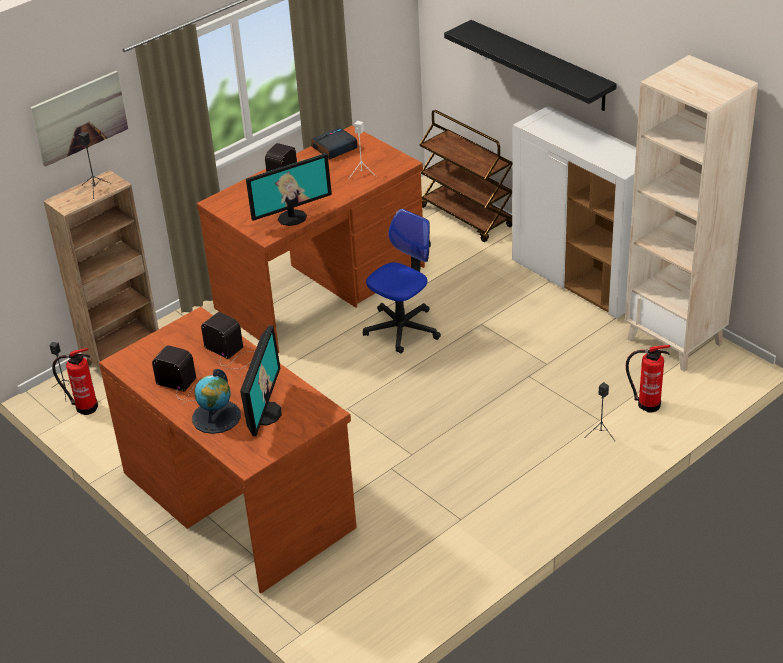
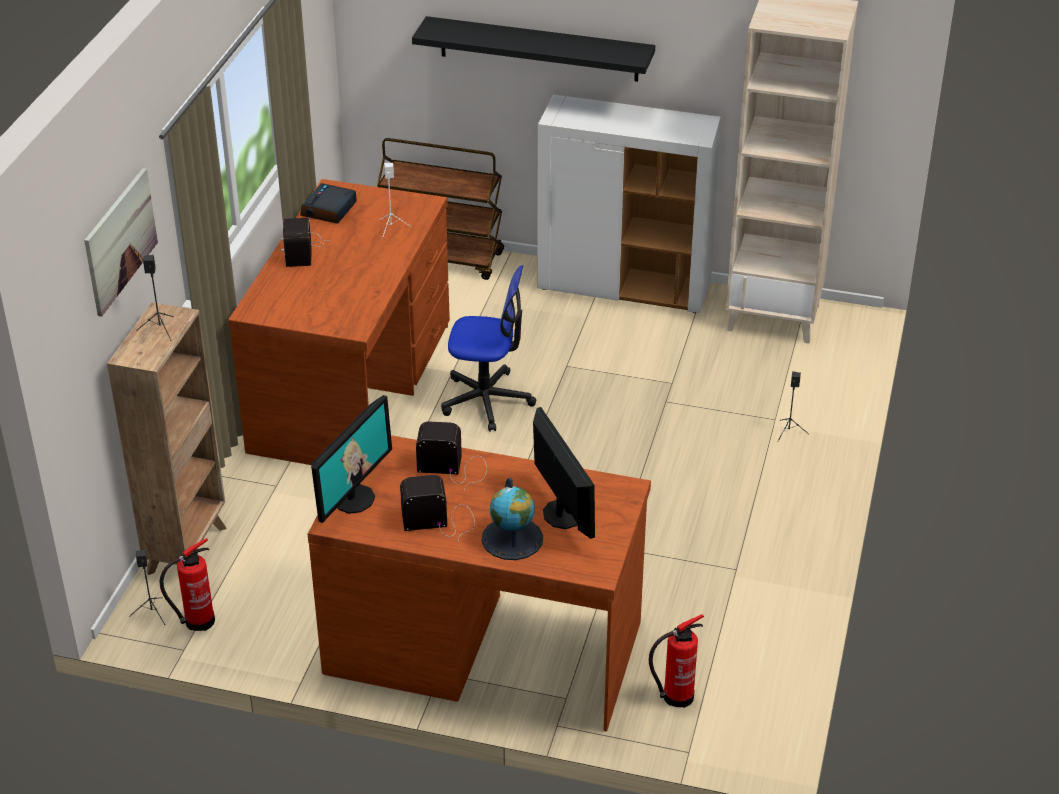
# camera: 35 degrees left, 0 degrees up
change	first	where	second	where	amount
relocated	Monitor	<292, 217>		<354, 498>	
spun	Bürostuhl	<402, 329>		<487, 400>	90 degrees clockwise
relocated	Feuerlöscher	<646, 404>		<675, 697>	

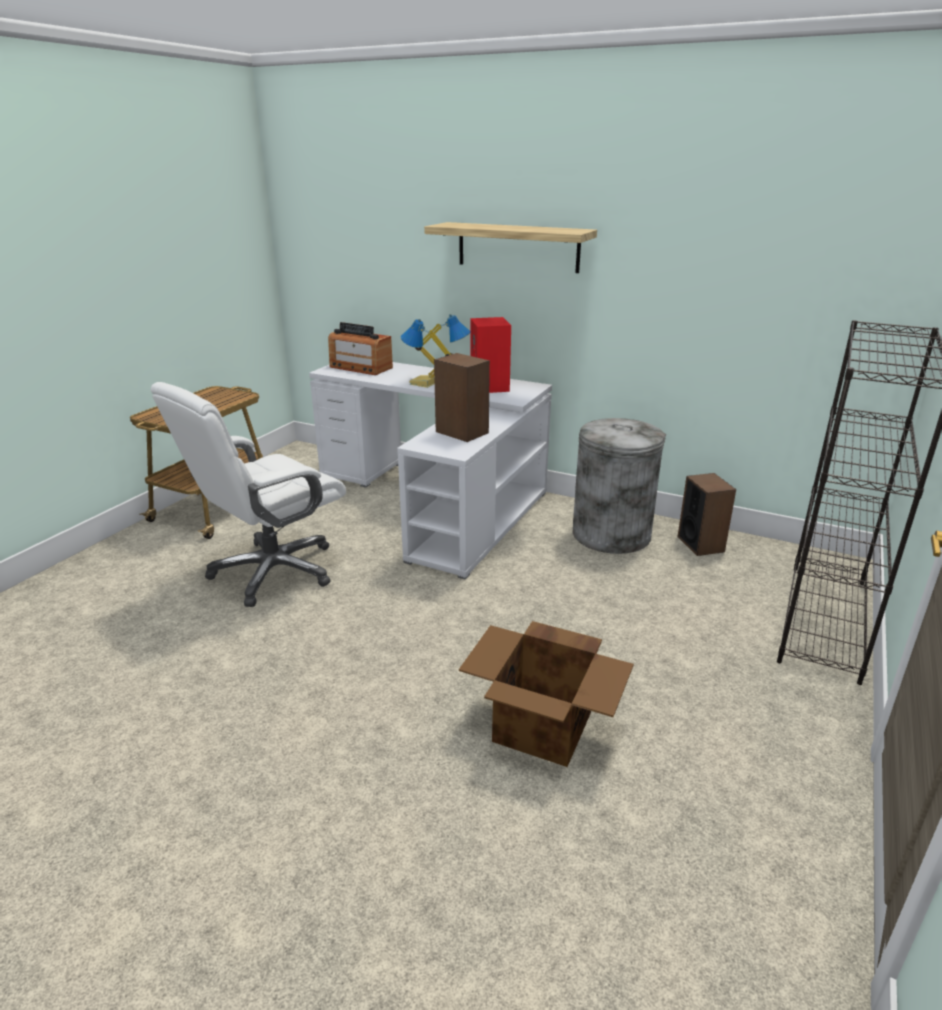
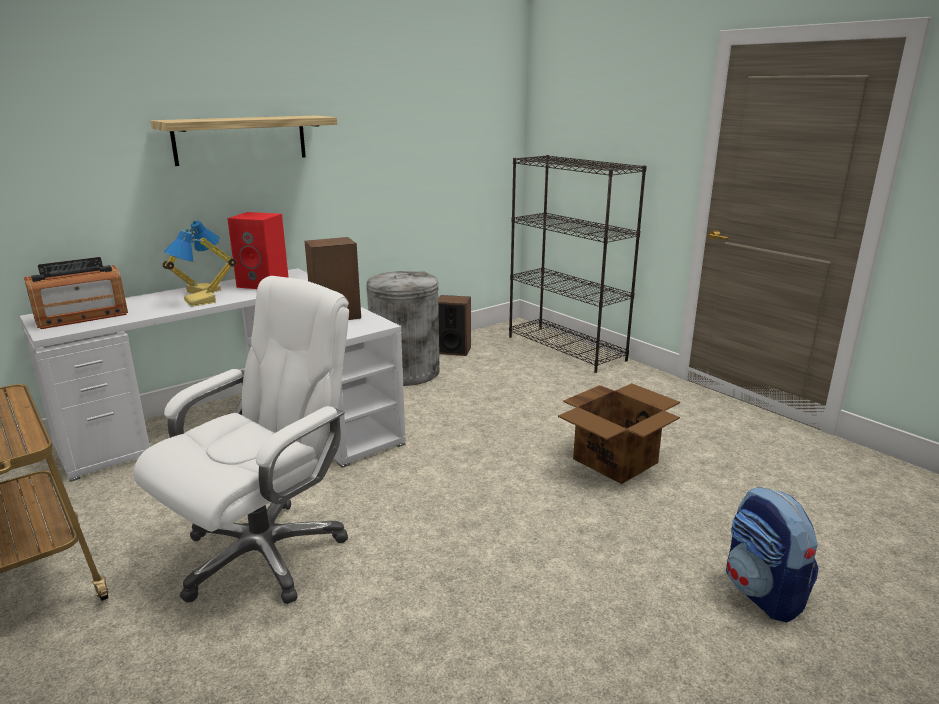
# camera: 65 degrees left, 5 degrees down
change	first	where	second	where	amount
spun	Bürostuhl (weiß)	<273, 572>		<264, 553>	120 degrees counterclockwise
appeared			Rucksack	<763, 593>	

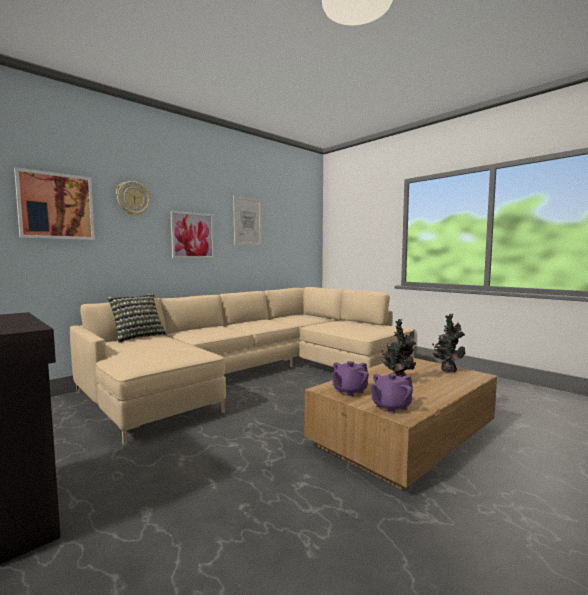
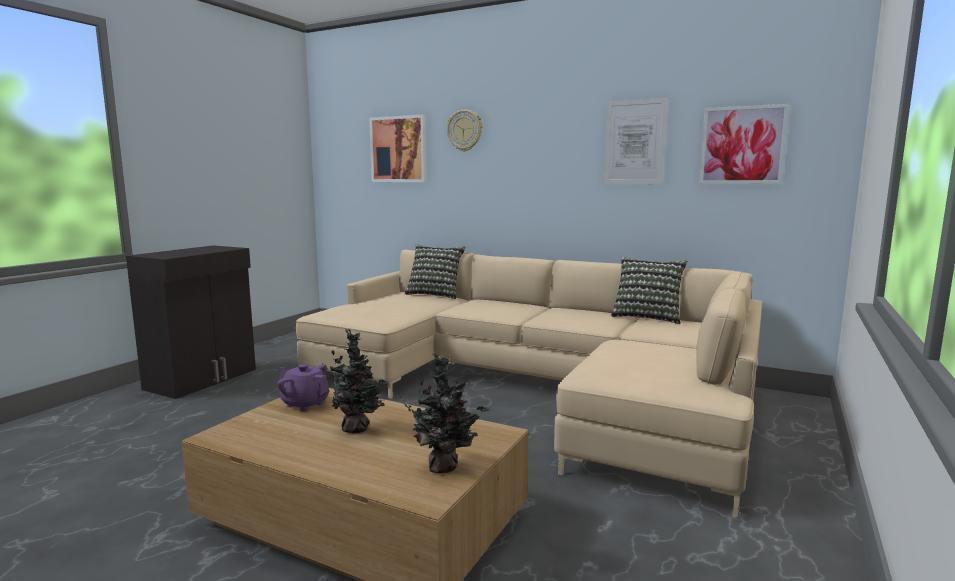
# camera: 70 degrees right, 5 degrees up
change	first	where	second	where	amount
appeared			Kissen	<647, 317>	
relocated	Bild	<192, 235>		<742, 145>	
missing	Teekanne (lila)	<390, 407>			

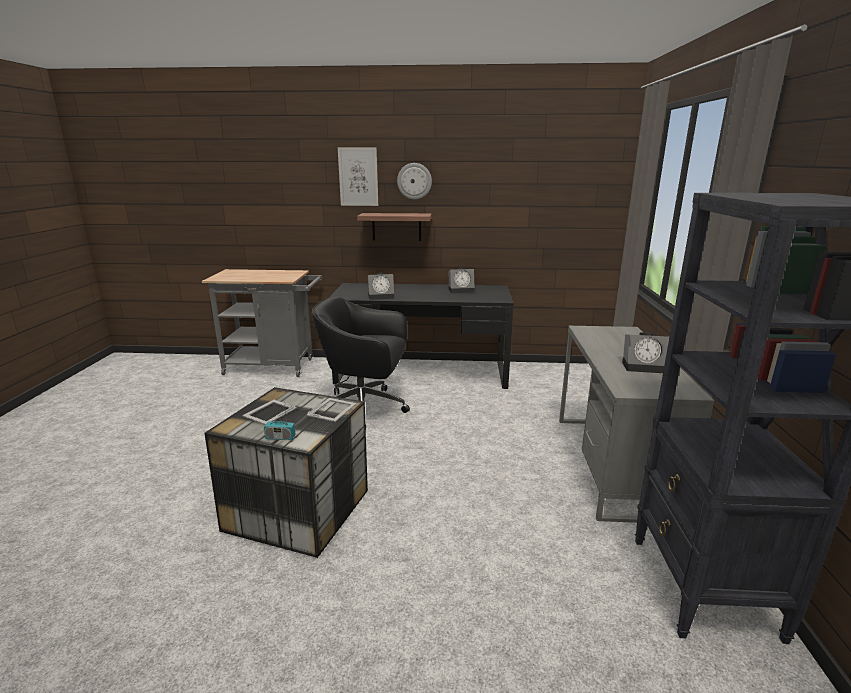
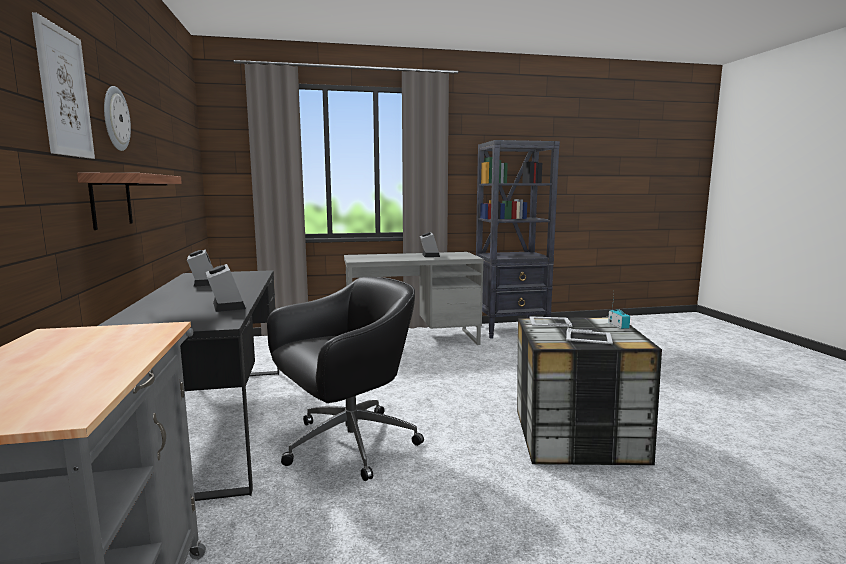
# camera: 105 degrees left, 10 degrees down
change	first	where	second	where	amount
spun	Bürostuhl (schwarz)	<365, 408>		<347, 444>	120 degrees counterclockwise

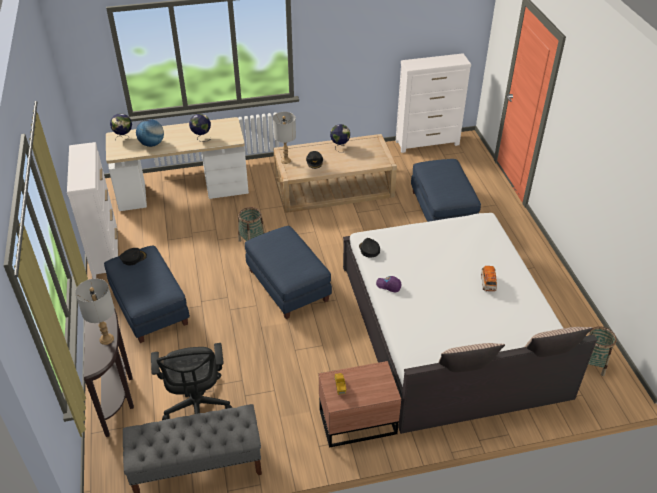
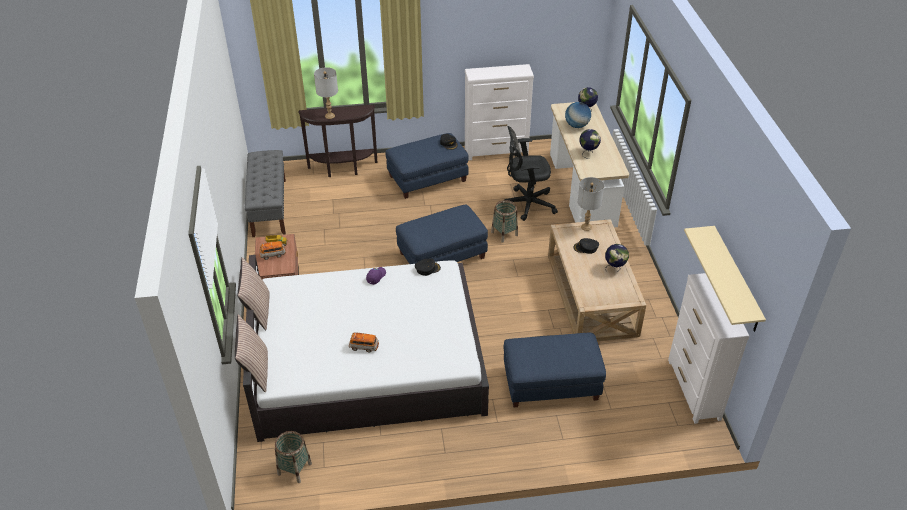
# camera: 95 degrees right, 0 degrees up
change	first	where	second	where	amount
appeared			Spielzeugauto	<273, 254>	
relocated	Bürostuhl (schwarz)	<197, 407>		<526, 204>	
appeared			Wandregal (beige)	<736, 280>	

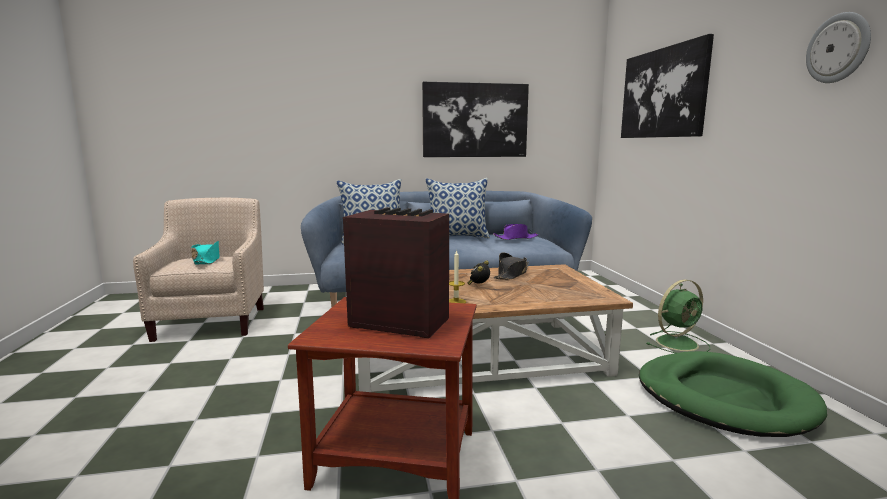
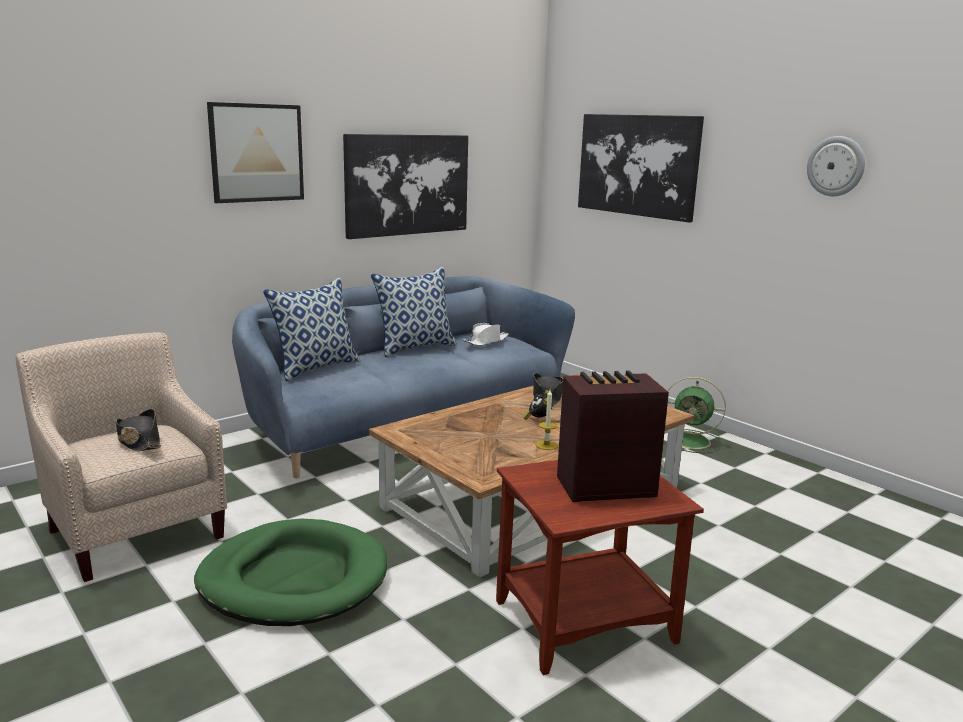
# camera: 30 degrees left, 5 degrees up
change	first	where	second	where	amount
colour	Hut (türkis)	<207, 260>	Hut (schwarz)	<139, 441>	
relocated	Hundebett (grün)	<723, 398>		<294, 579>	
appeared			Bild	<257, 153>	
colour	Hut (lila)	<515, 238>	Hut (weiß)	<486, 341>	
spun	Ventilator (grün)	<678, 343>		<692, 441>	75 degrees clockwise

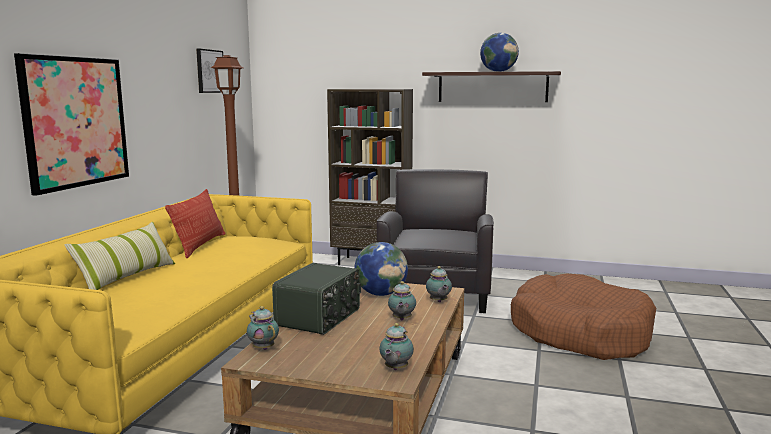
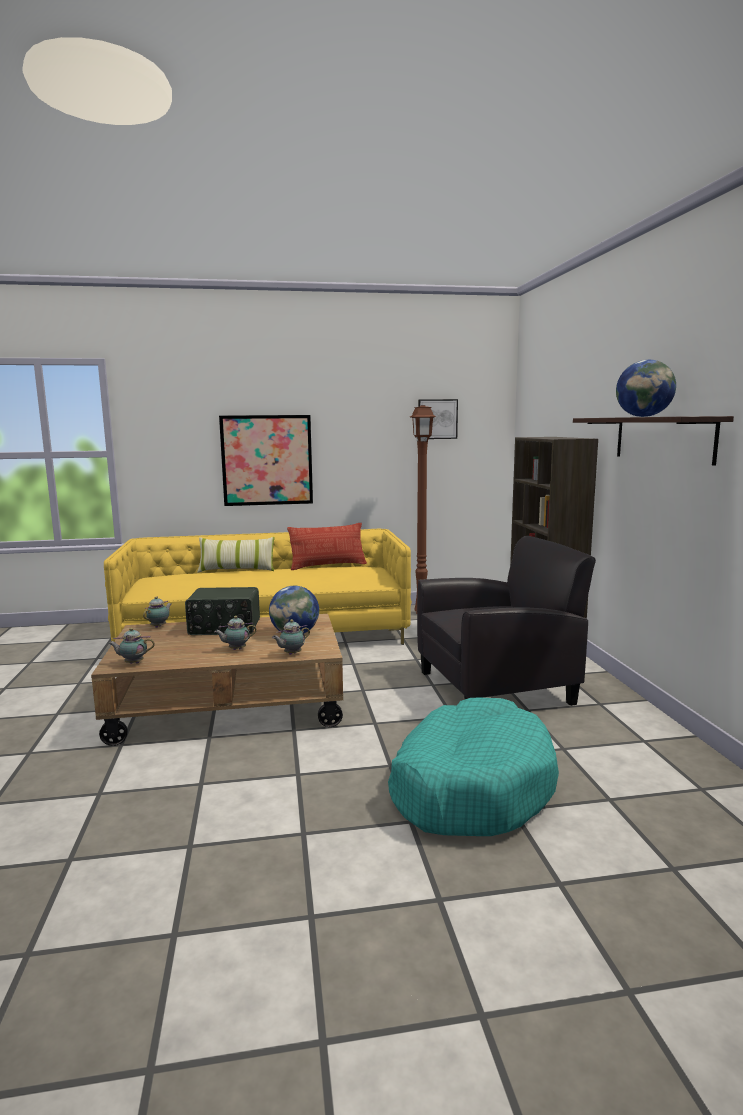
# camera: 65 degrees right, 0 degrees up
change	first	where	second	where	amount
colour	Hundebett (braun)	<579, 333>	Hundebett (türkis)	<471, 786>	

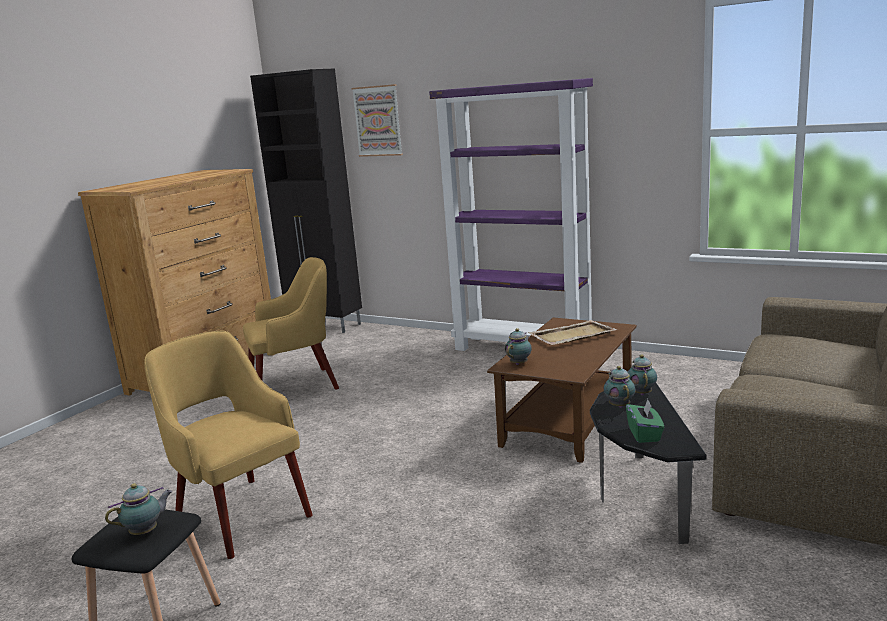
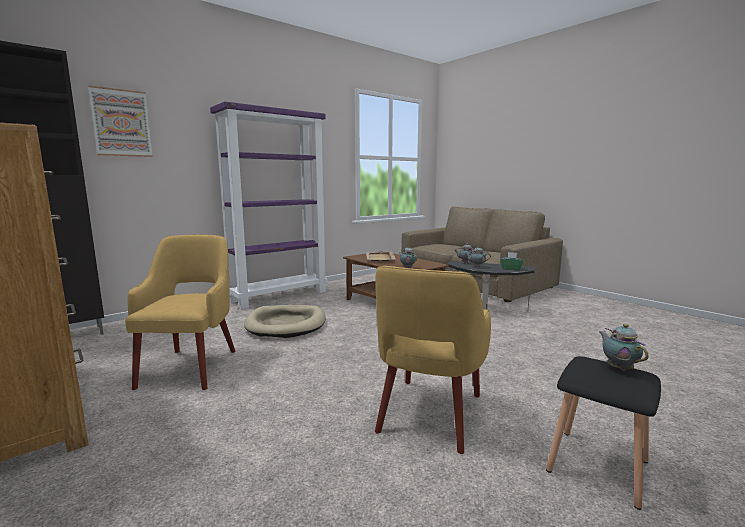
# camera: 70 degrees left, 5 degrees down
change	first	where	second	where	amount
appeared			Hundebett (beige)	<286, 324>	
spun	Sessel (gelb)	<240, 513>		<429, 414>	45 degrees counterclockwise

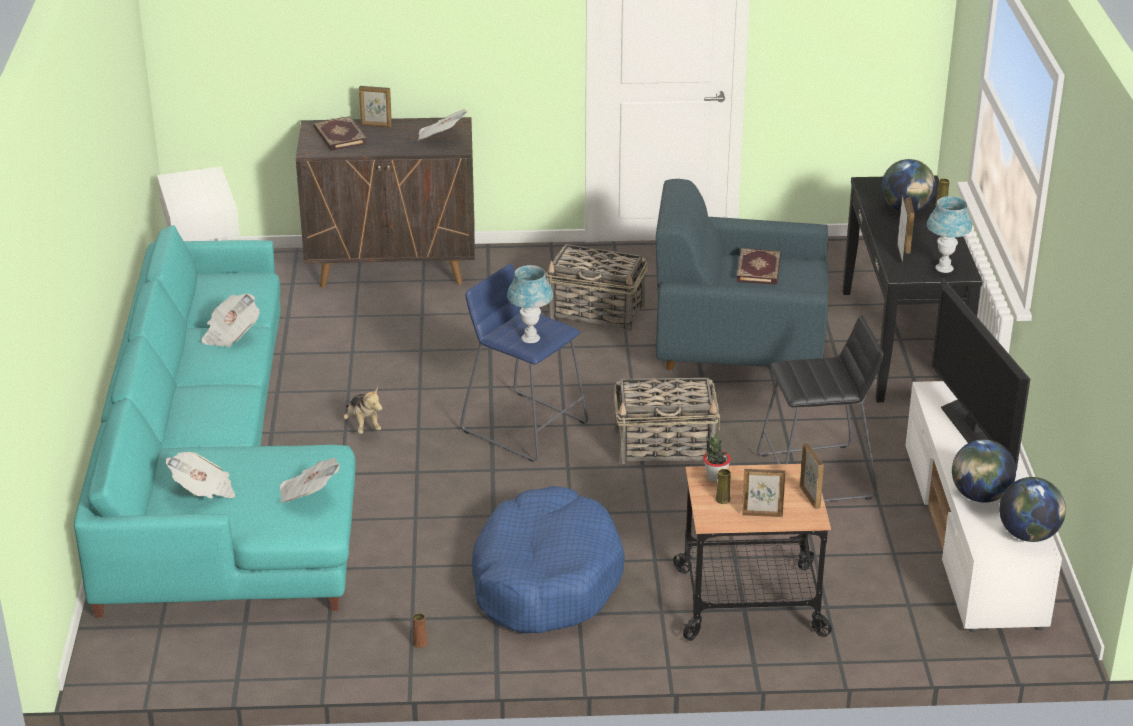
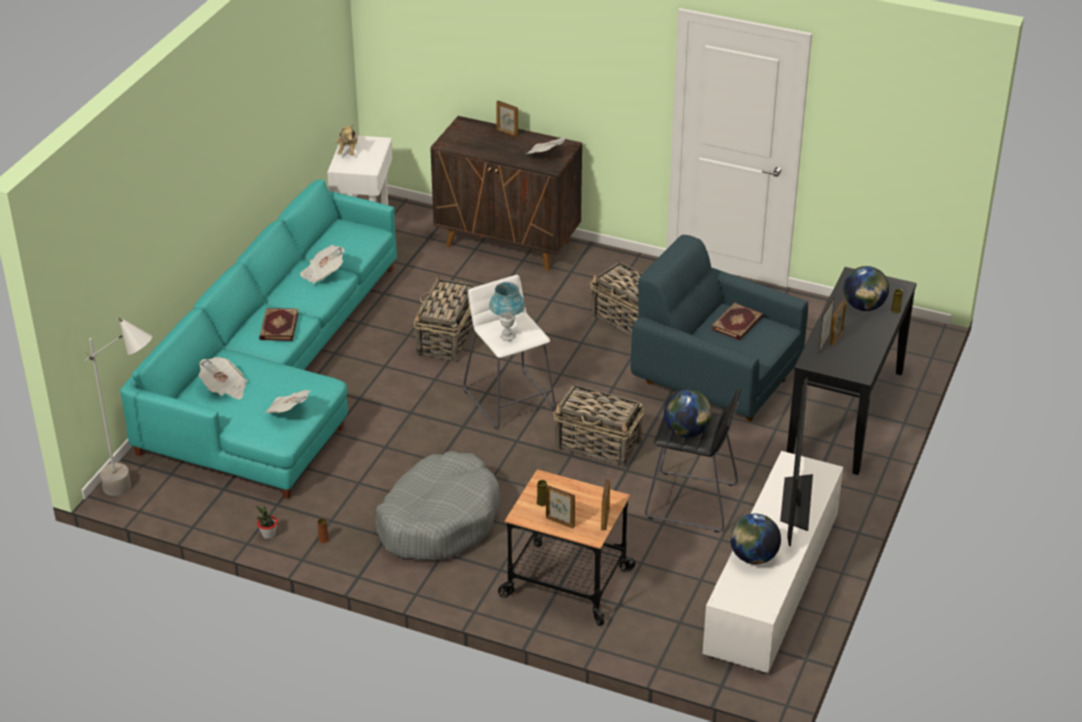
# camera: 25 degrees right, 5 degrees up
change	first	where	second	where	amount
appeared			Stehlampe (grau)	<138, 490>	
relocated	Topfpflanze	<715, 477>		<268, 534>	
relocated	Buch	<339, 136>		<278, 326>	
relocated	Plüschtier	<363, 425>		<348, 150>	
colour	Hundebett (blau)	<545, 579>	Hundebett (grau)	<439, 520>	
appeared			Korb	<447, 339>	
colour	Hocker (blau)	<525, 426>	Hocker (weiß)	<510, 399>	
relocated	Globus	<1028, 534>		<687, 431>	
missing	Tischlampe (blau)	<944, 268>			

